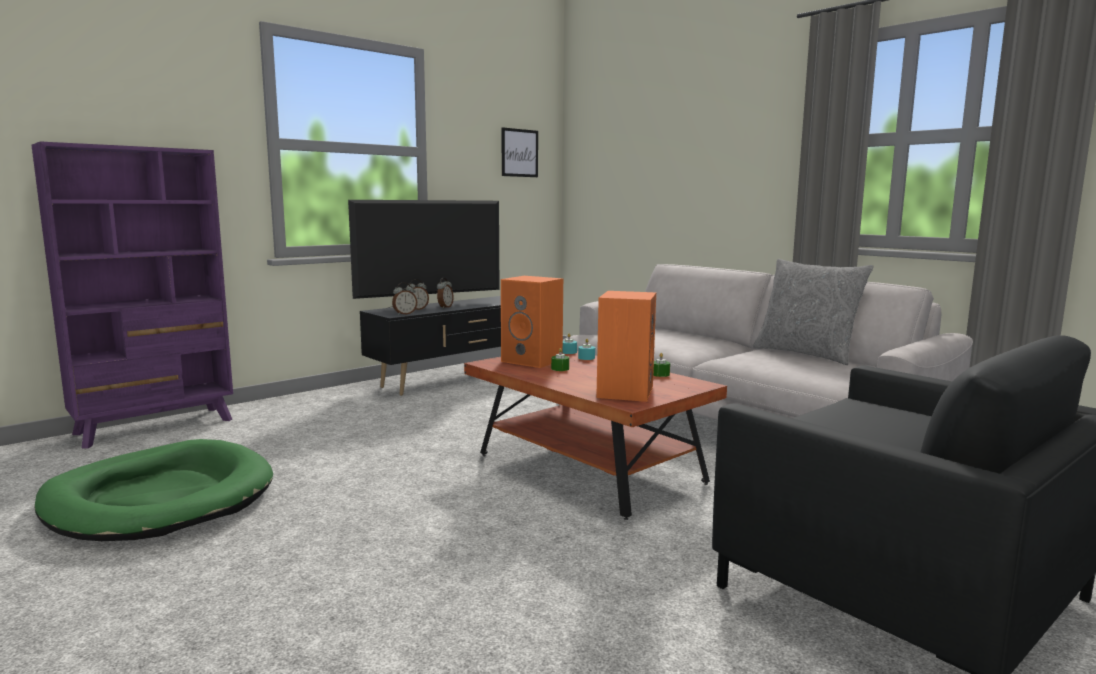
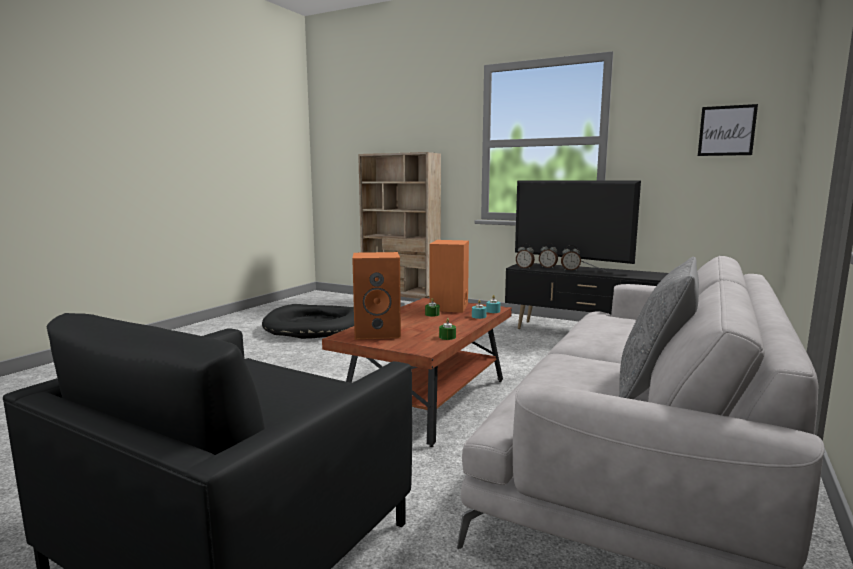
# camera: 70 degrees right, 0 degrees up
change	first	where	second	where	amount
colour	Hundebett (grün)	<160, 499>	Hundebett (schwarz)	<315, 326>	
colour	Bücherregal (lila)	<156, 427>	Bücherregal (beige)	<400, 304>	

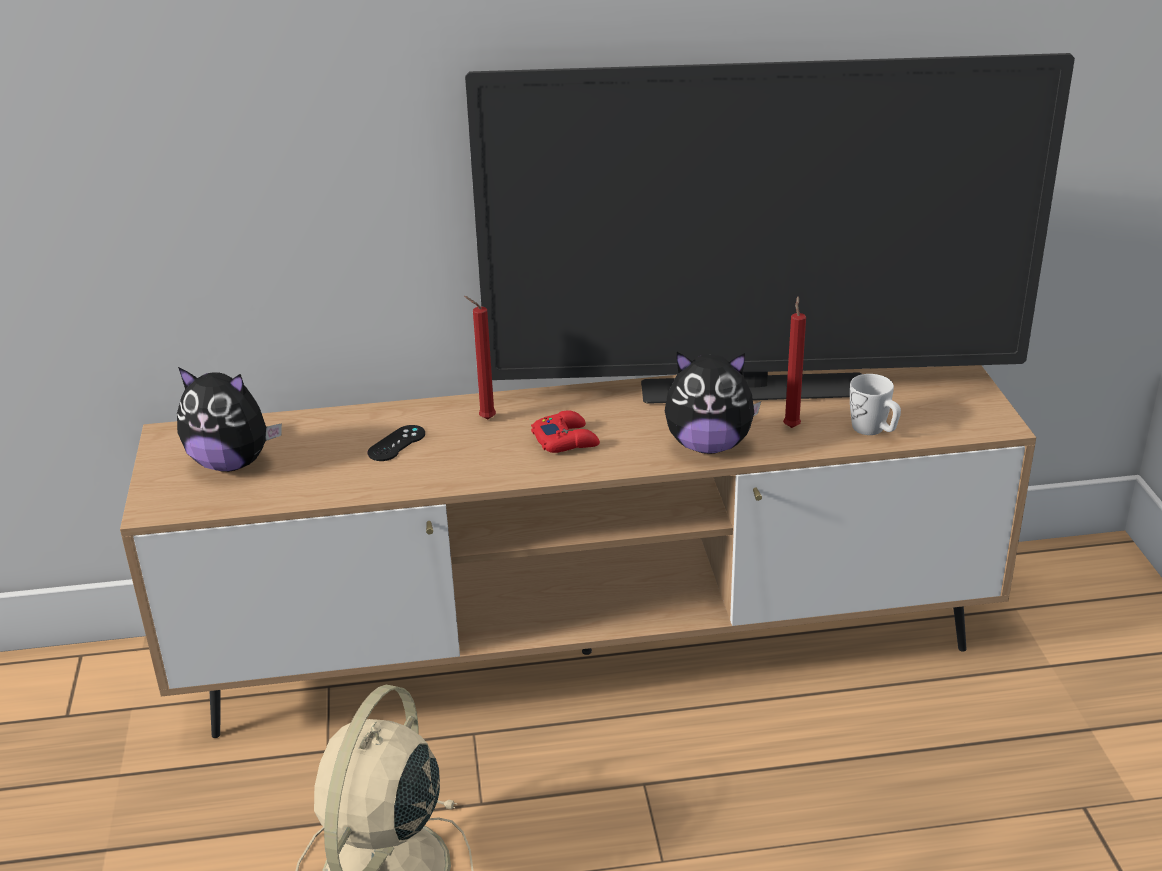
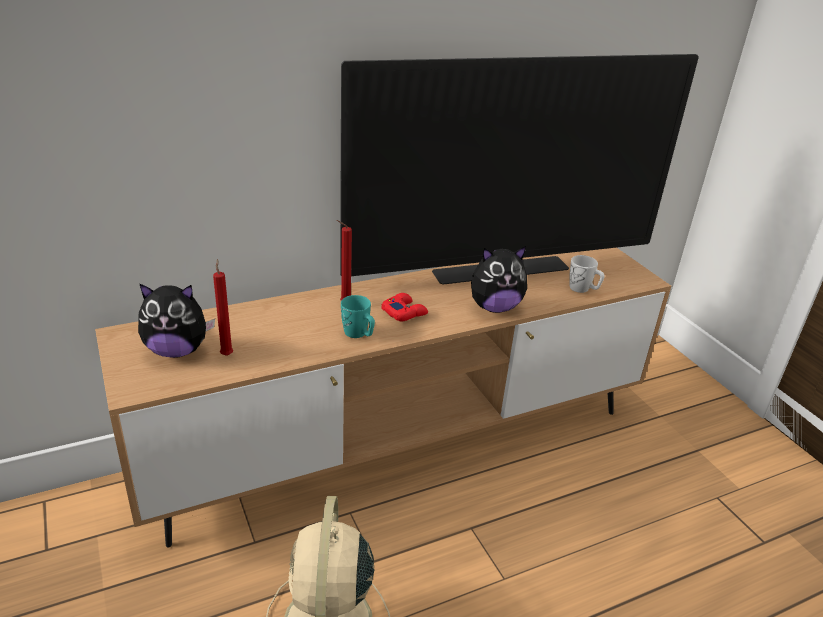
# camera: 20 degrees left, 0 degrees up
change	first	where	second	where	amount
relocated	Kerze (rot)	<791, 426>		<227, 354>	
appeared			Henkelbecher (türkis)	<358, 334>	
missing	Gamepad (schwarz)	<396, 443>			

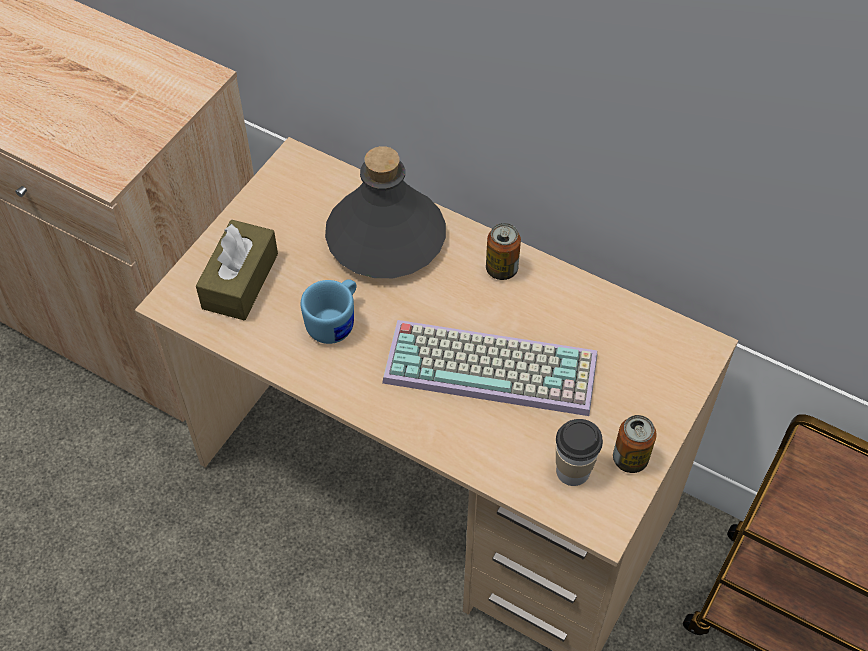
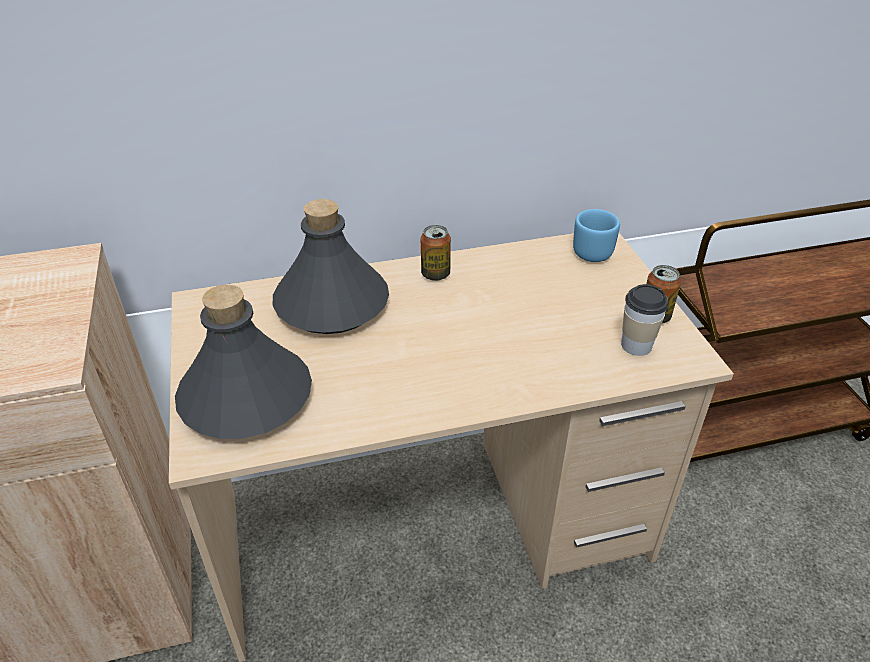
# camera: 45 degrees left, 15 degrees down
change	first	where	second	where	amount
exchanged	Taschentuchbox (braun)	<240, 281>	Flasche (grau)	<247, 399>	
relocated	Henkelbecher (blau)	<336, 322>		<590, 250>	
missing	Tastatur	<494, 366>			

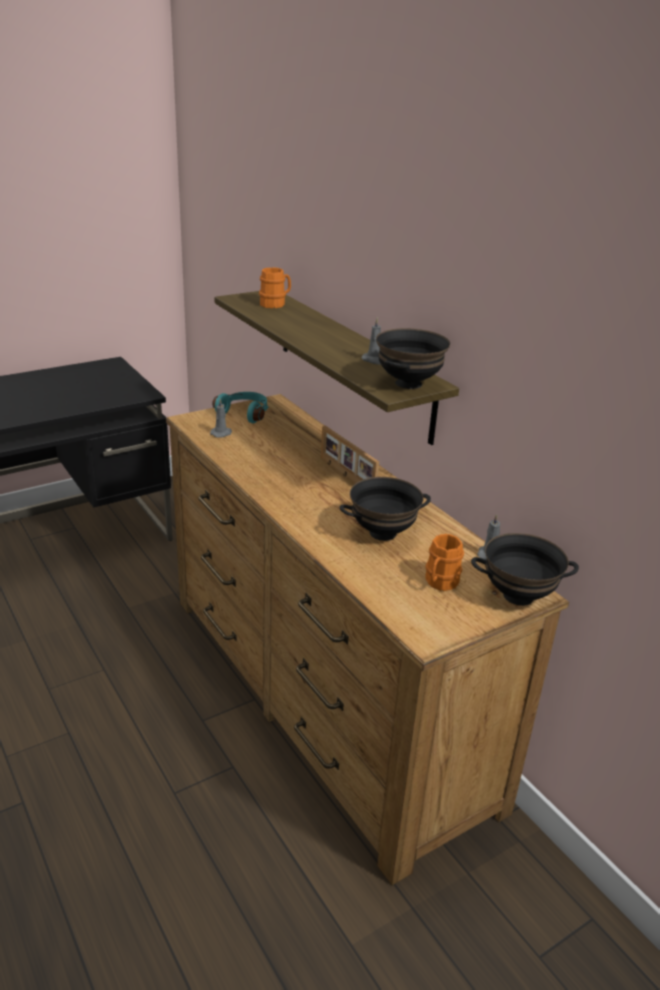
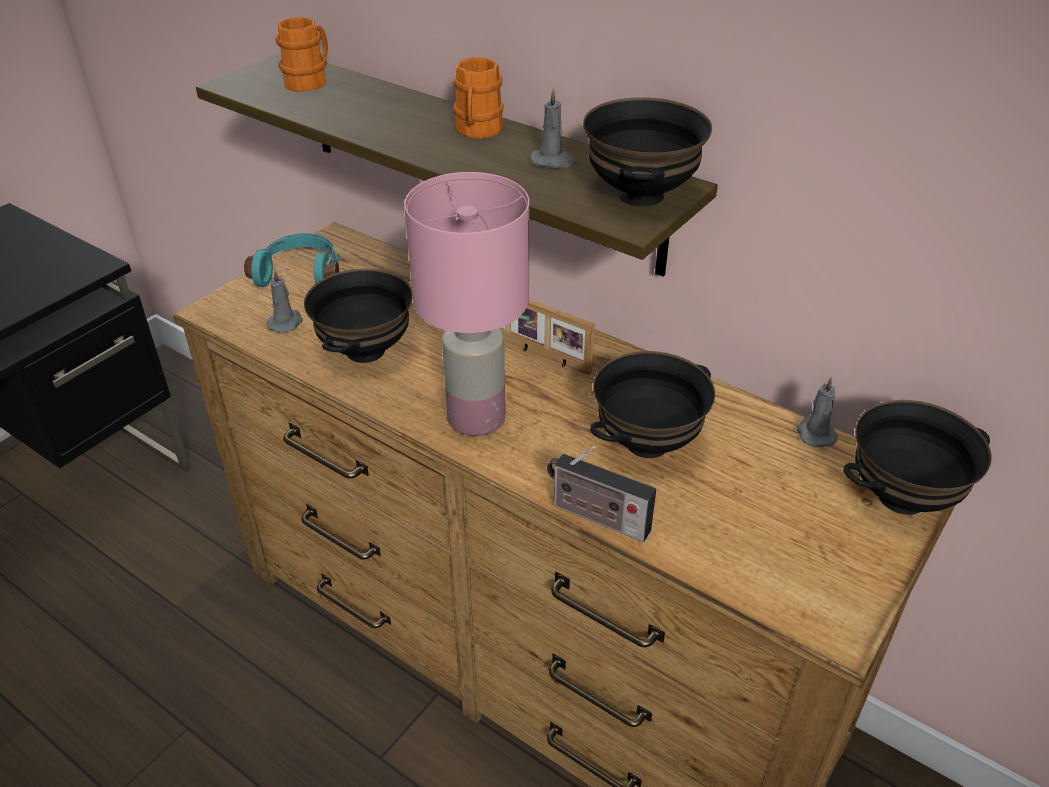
# camera: 20 degrees left, 10 degrees up
change	first	where	second	where	amount
appeared			Schüssel (schwarz)	<366, 351>	
appeared			Tischlampe (rosa)	<475, 419>	
relocated	Henkelbecher (orange)	<439, 583>		<477, 131>	
appeared			Radio	<596, 517>	

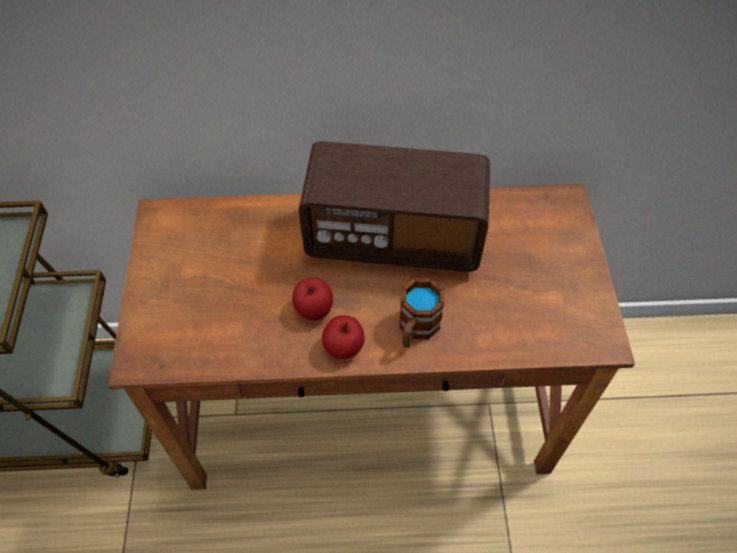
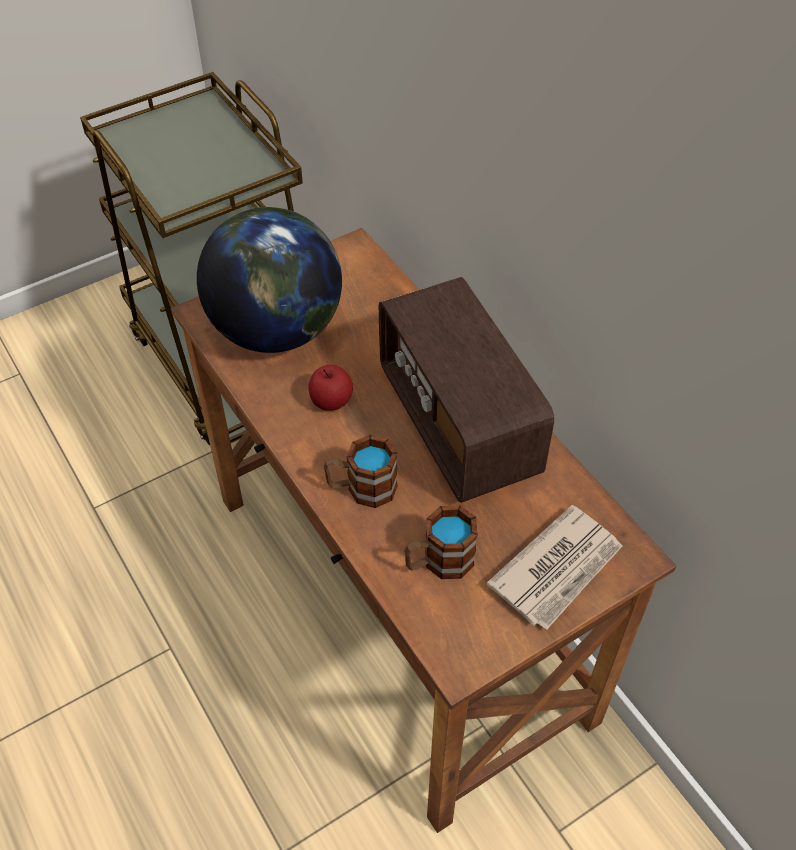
# camera: 60 degrees right, 5 degrees down
change	first	where	second	where	amount
appeared			Globus	<277, 329>	
appeared			Henkelbecher	<439, 562>	
appeared			Zeitung	<558, 569>	
missing	Apfel	<343, 346>			

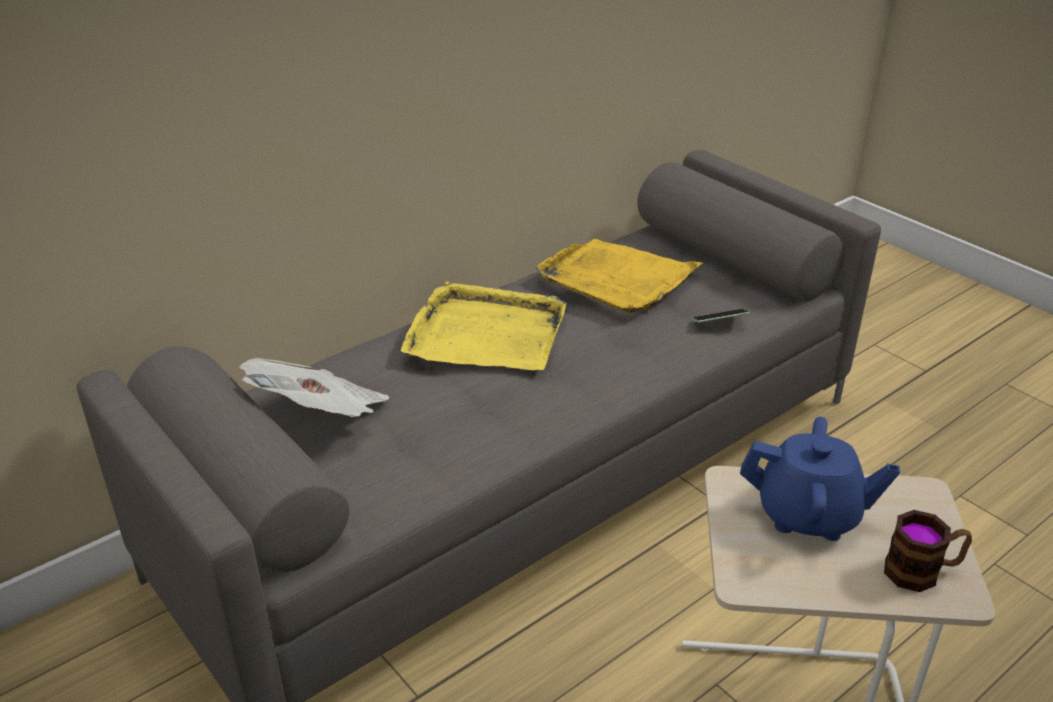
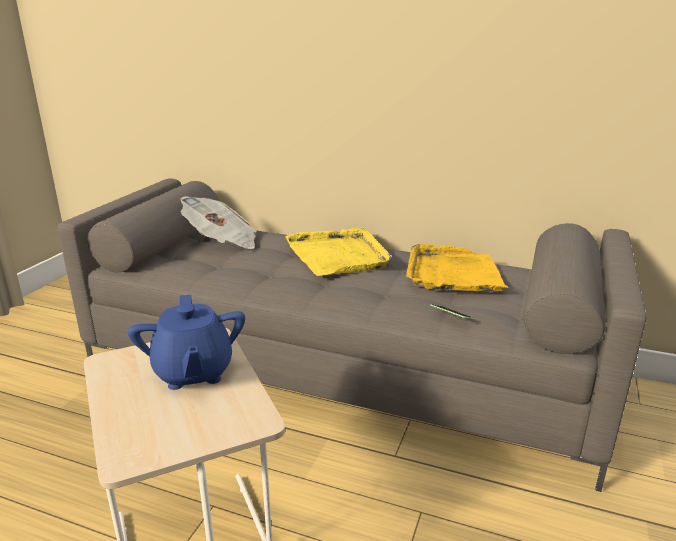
# camera: 60 degrees right, 10 degrees down
change	first	where	second	where	amount
missing	Henkelbecher	<922, 571>			

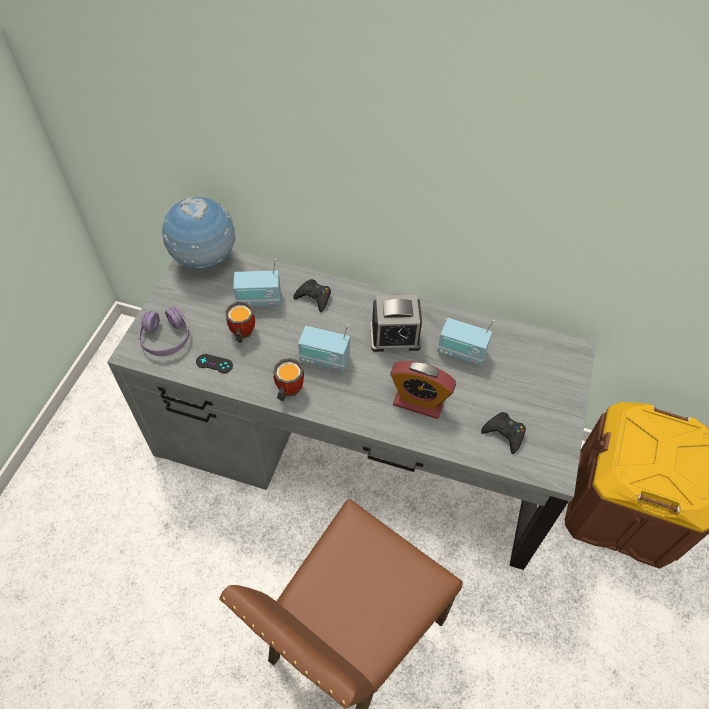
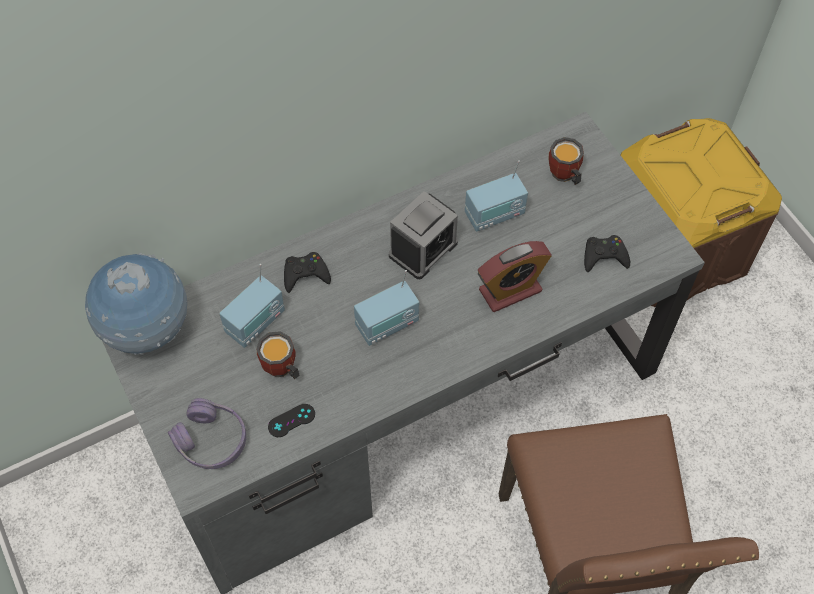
# camera: 45 degrees left, 5 degrees up
change	first	where	second	where	amount
relocated	Henkelbecher	<287, 391>		<563, 176>	

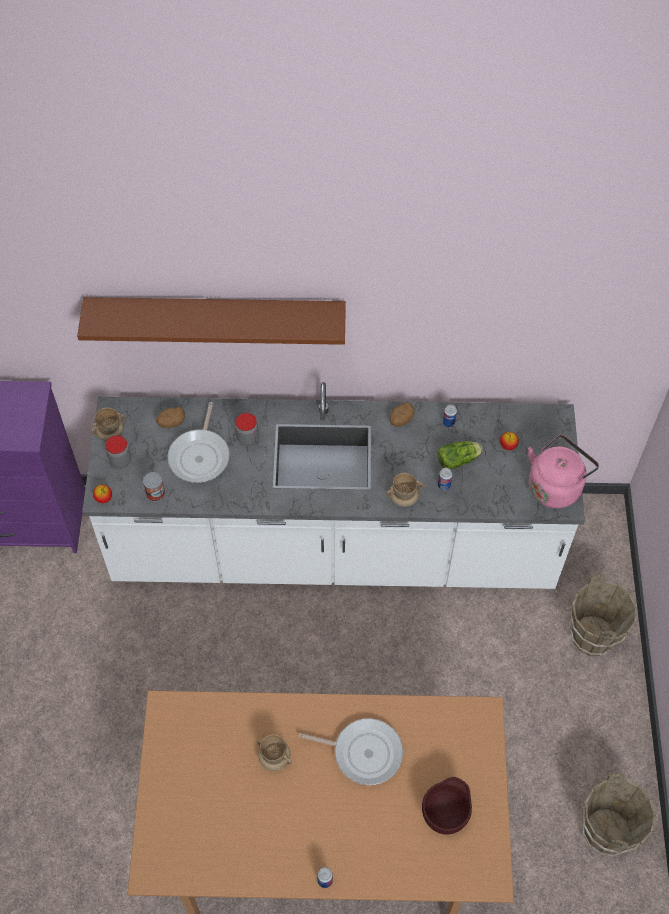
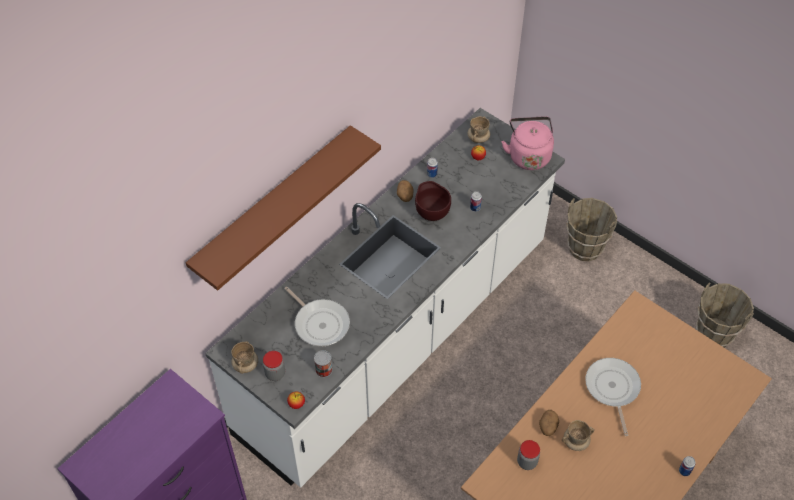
# camera: 50 degrees left, 5 degrees down
change	first	where	second	where	amount
relocated	Schüssel (braun)	<445, 813>		<431, 213>	
relocated	Henkelbecher (beige)	<403, 498>		<478, 138>	
relocated	Vorratsglas	<247, 438>		<527, 462>	
relocated	Kartoffel	<171, 422>		<548, 427>	
spun	Pfanne	<363, 752>		<612, 389>	60 degrees counterclockwise
missing	Salatkopf	<459, 459>			

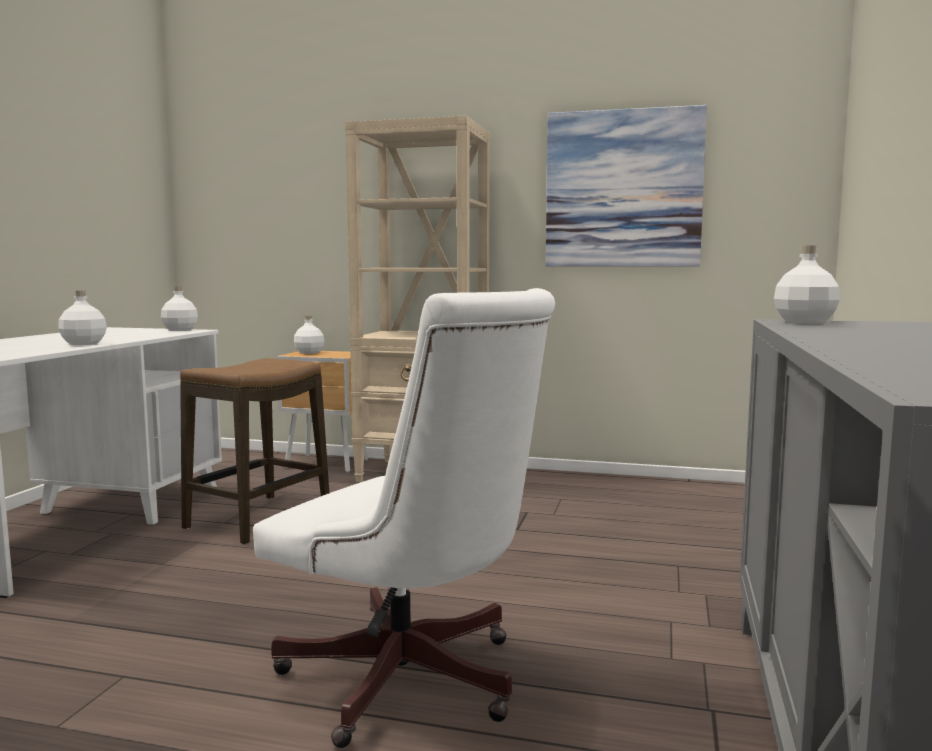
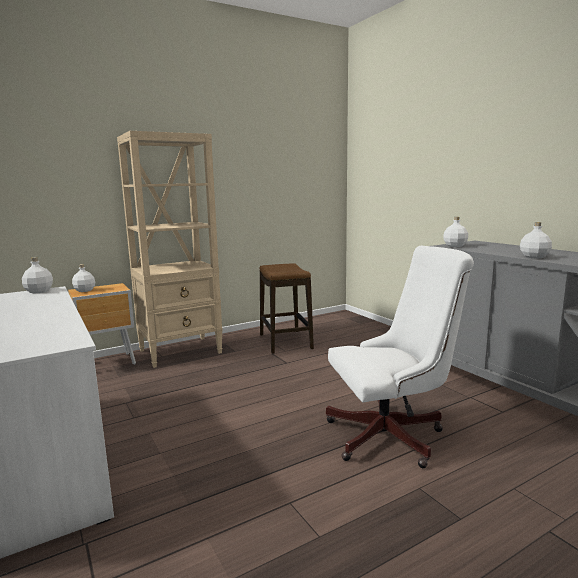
# camera: 45 degrees left, 5 degrees up
change	first	where	second	where	amount
relocated	Hocker	<259, 519>		<285, 342>	
relocated	Flasche (weiß)	<83, 344>		<534, 257>	
missing	Bild	<623, 189>			

